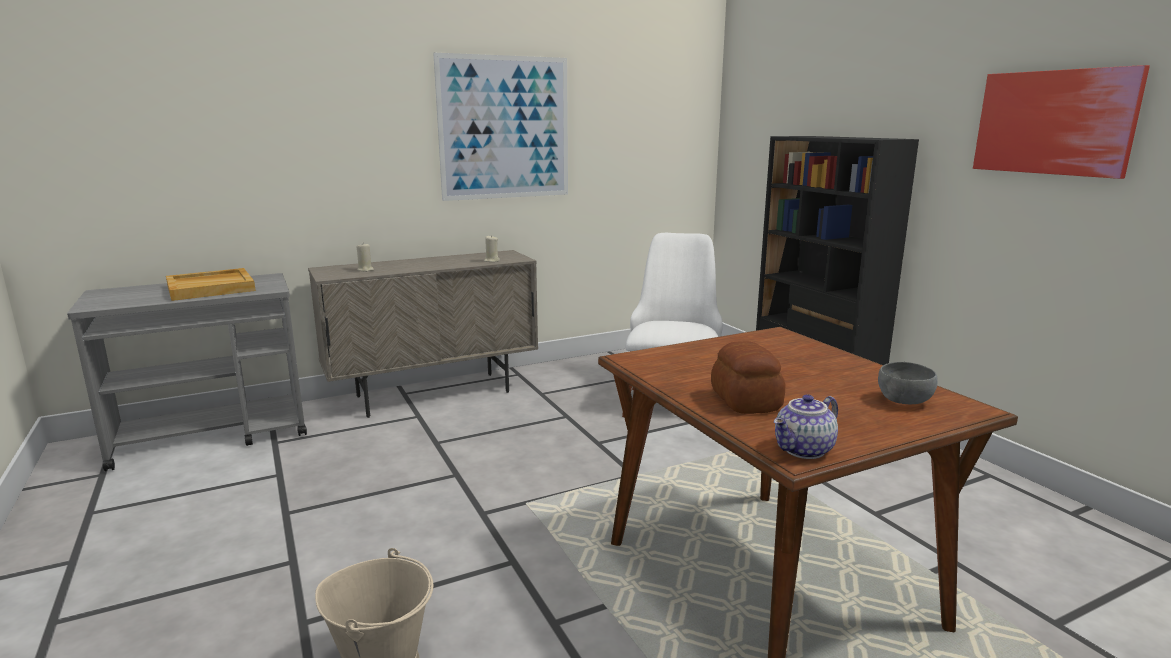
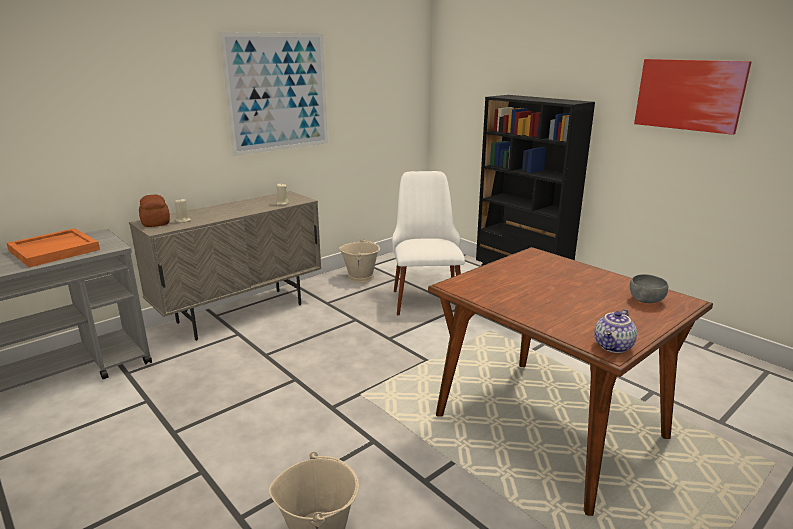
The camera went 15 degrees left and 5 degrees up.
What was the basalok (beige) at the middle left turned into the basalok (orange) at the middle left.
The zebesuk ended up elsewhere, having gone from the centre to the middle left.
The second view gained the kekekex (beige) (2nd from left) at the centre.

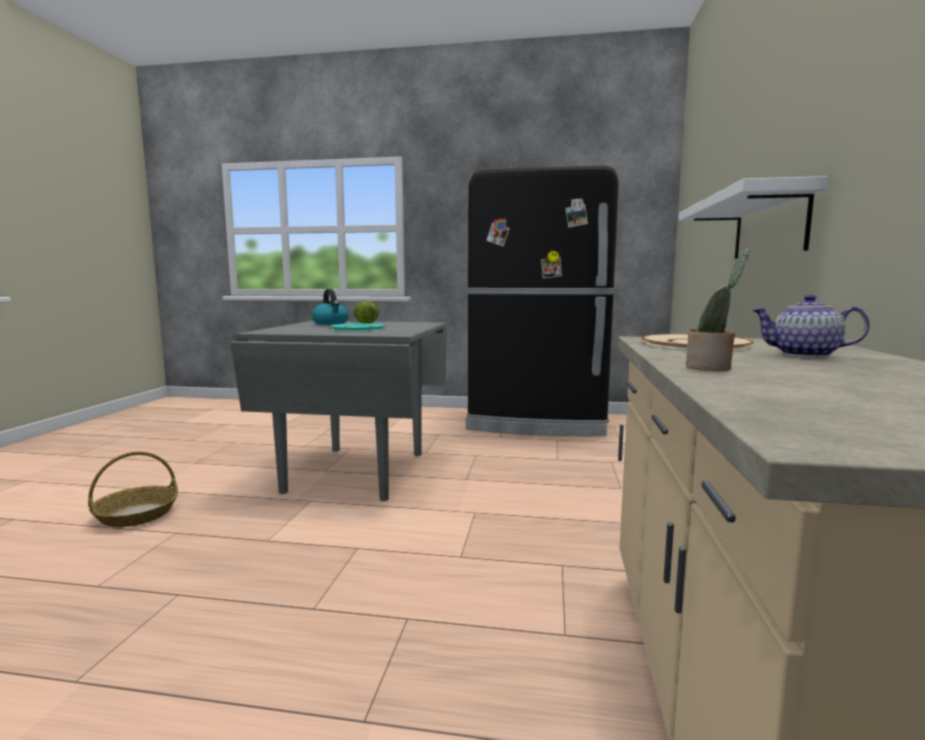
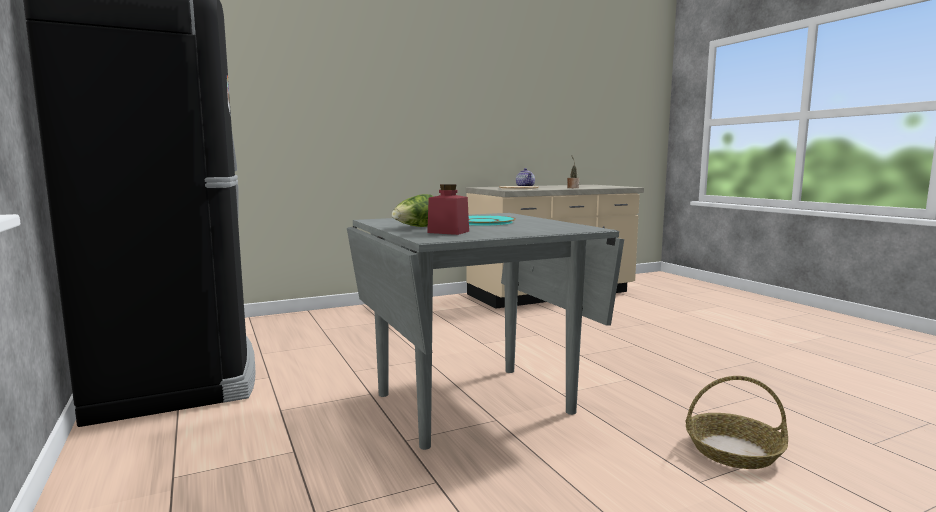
The camera went 125 degrees left and 0 degrees up.
Where the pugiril stood at the centre, the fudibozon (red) came to stand at the centre.
The second view lost the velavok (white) at the top right.

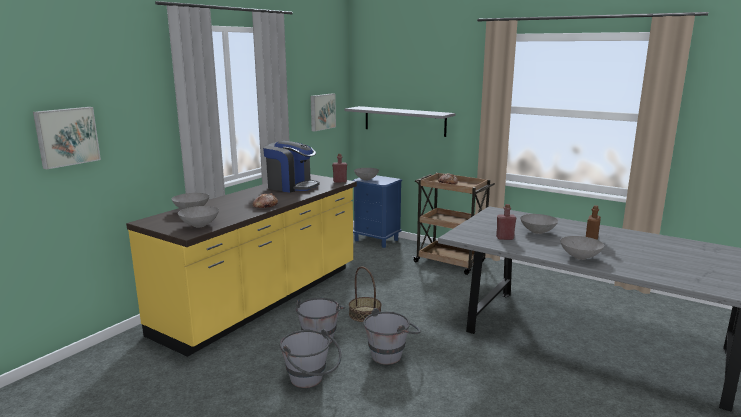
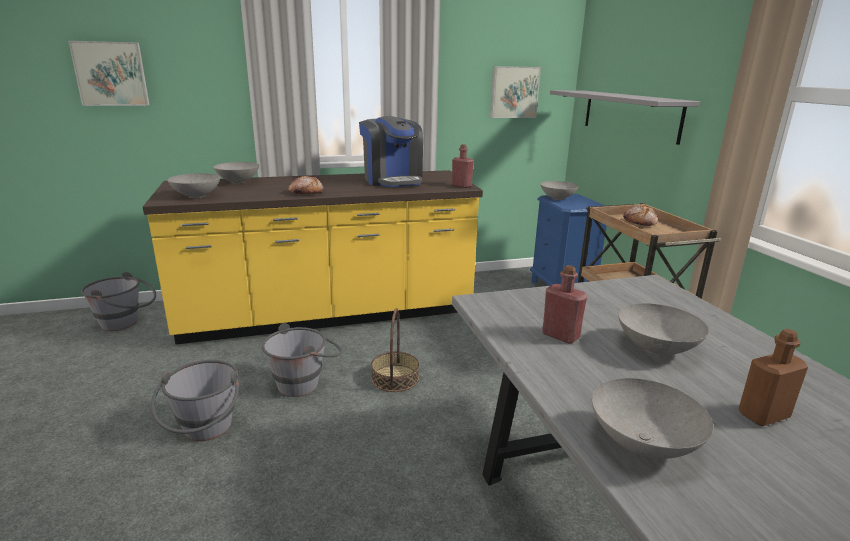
The camera went 40 degrees right and 5 degrees up.
The kekekex (grey) (3rd from left in the first image) ended up elsewhere, having gone from the bottom centre to the middle left.

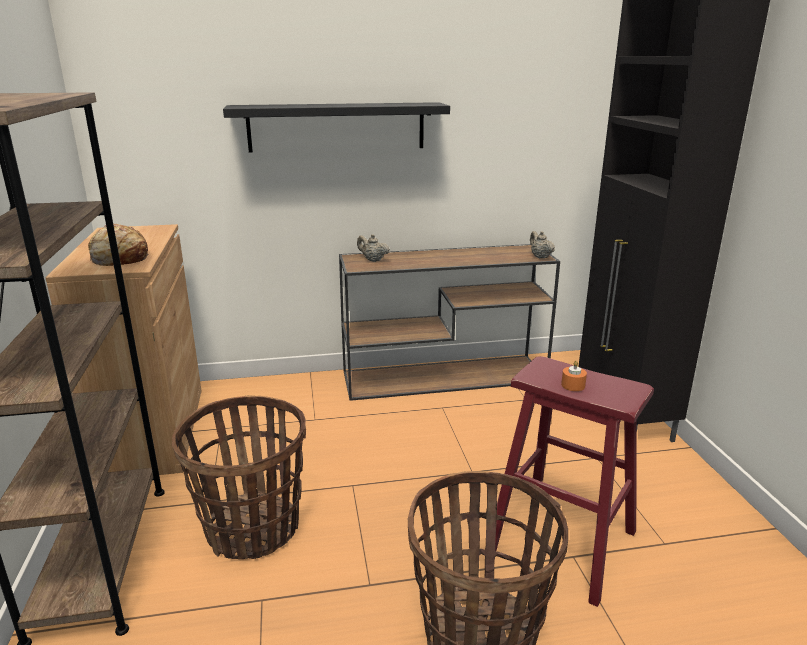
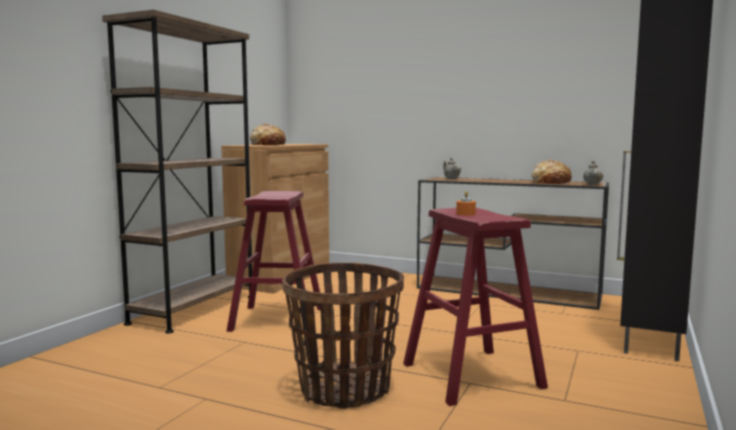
The camera went 35 degrees right and 15 degrees down.
Where the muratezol (1st from left) stood at the bottom left, the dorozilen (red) (1st from left) came to stand at the centre.
The second view lost the velavok (black) at the top centre.
The second view gained the zebesuk (2nd from left) at the middle right.

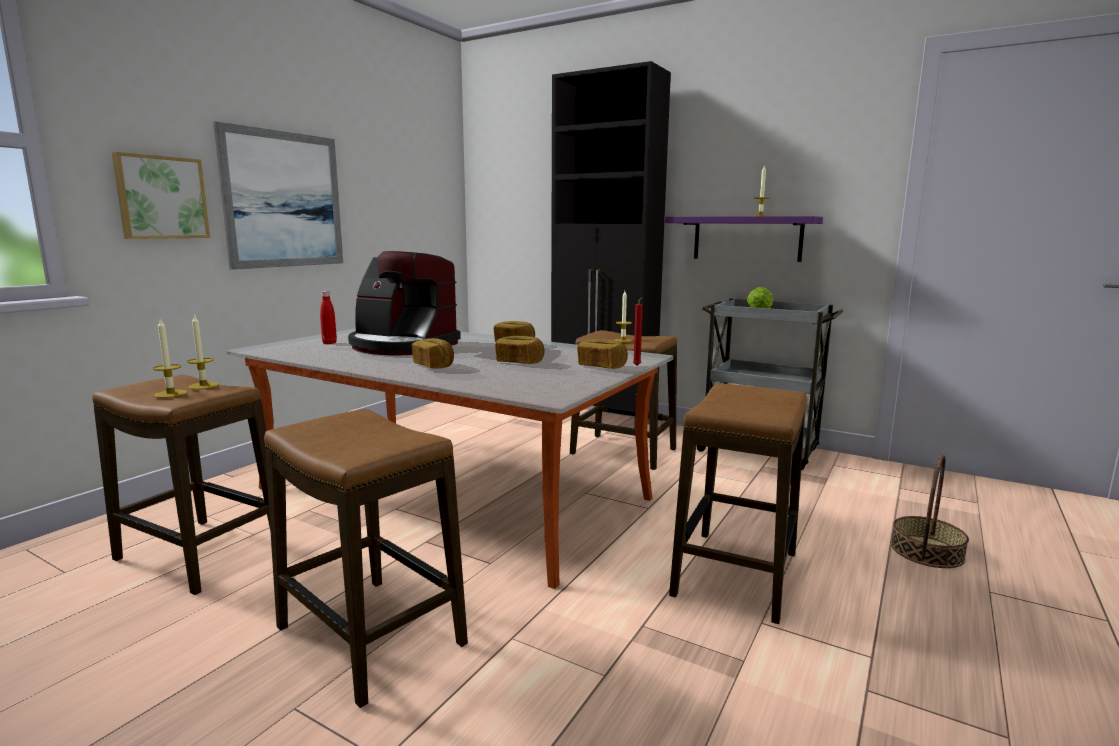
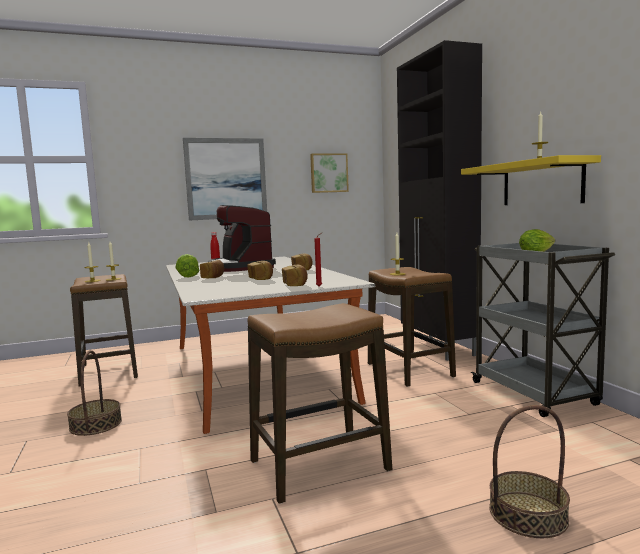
The camera went 40 degrees right and 5 degrees down.
The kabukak (1st from left in the first image) ended up elsewhere, having gone from the top left to the top centre.
Where the dorozilen (2nd from left) stood at the bottom left, the muratezol (1st from left) came to stand at the bottom left.
What was the velavok (purple) at the top centre turned into the velavok (yellow) at the top right.
The second view gained the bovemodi (1st from left) at the middle left.

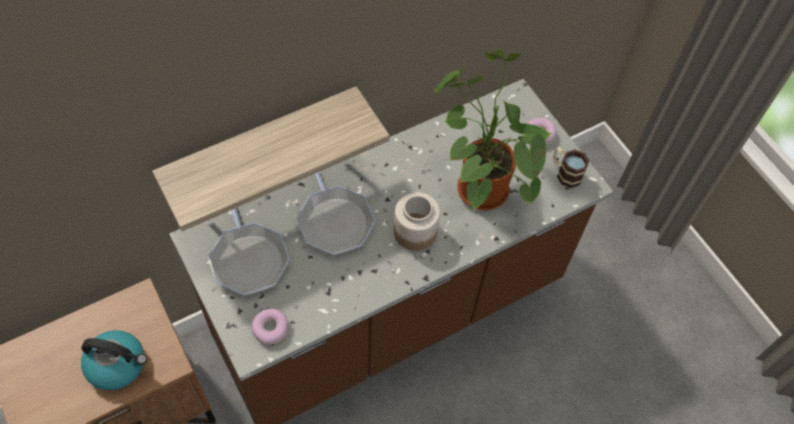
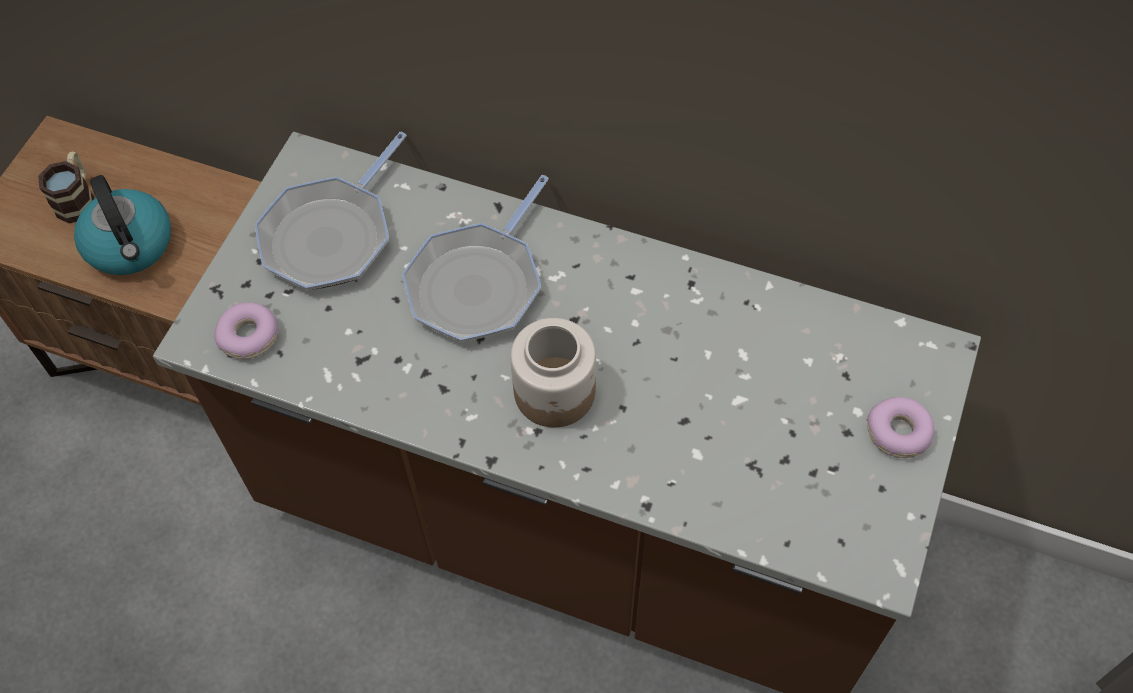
The camera went 55 degrees right and 0 degrees up.
The second view lost the velavok at the centre.
The second view lost the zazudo at the top centre.
The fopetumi ended up elsewhere, having gone from the middle right to the top left.

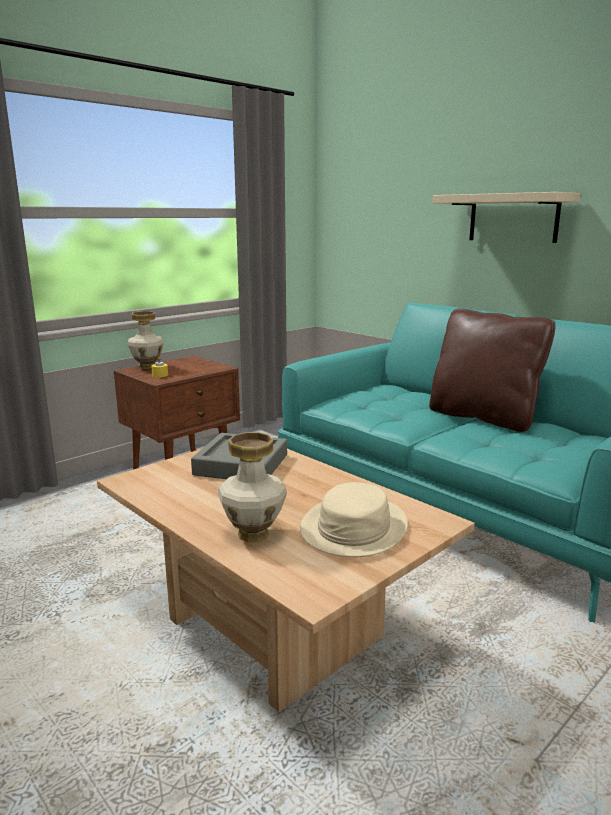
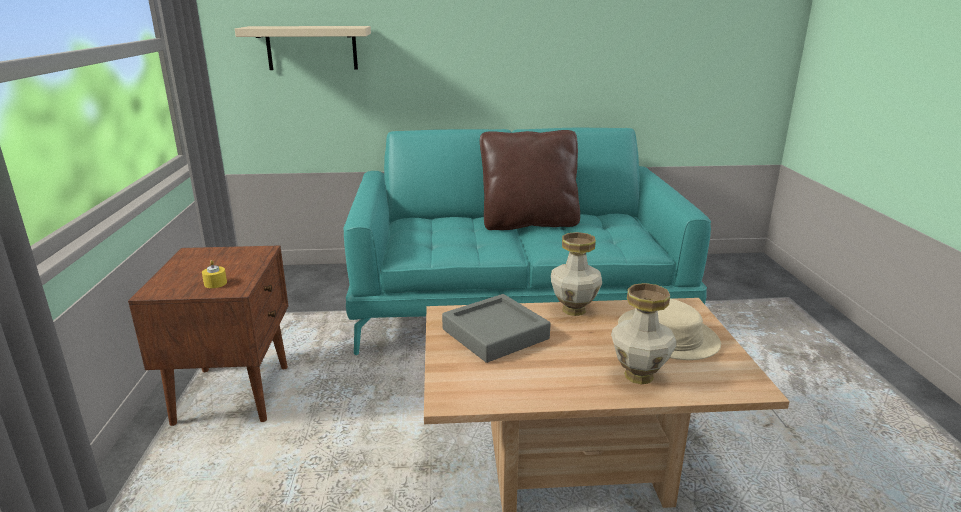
The camera went 50 degrees left and 5 degrees up.
The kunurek (1st from left) ended up elsewhere, having gone from the middle left to the centre.
The velavok (beige) ended up elsewhere, having gone from the top right to the top left.

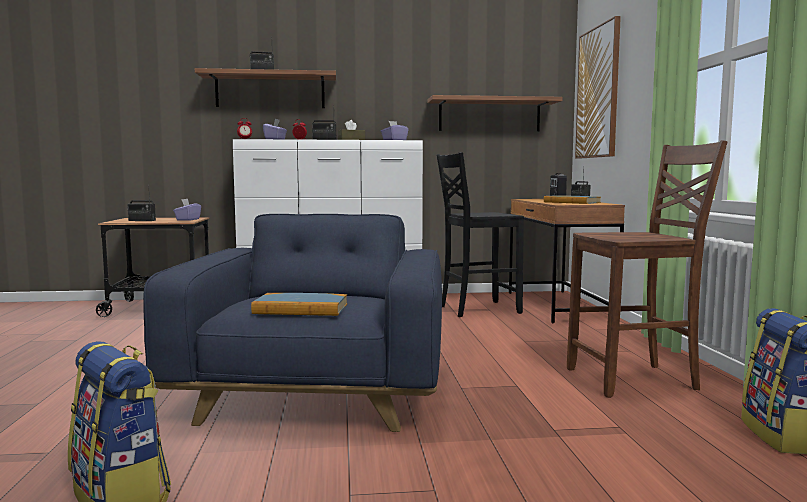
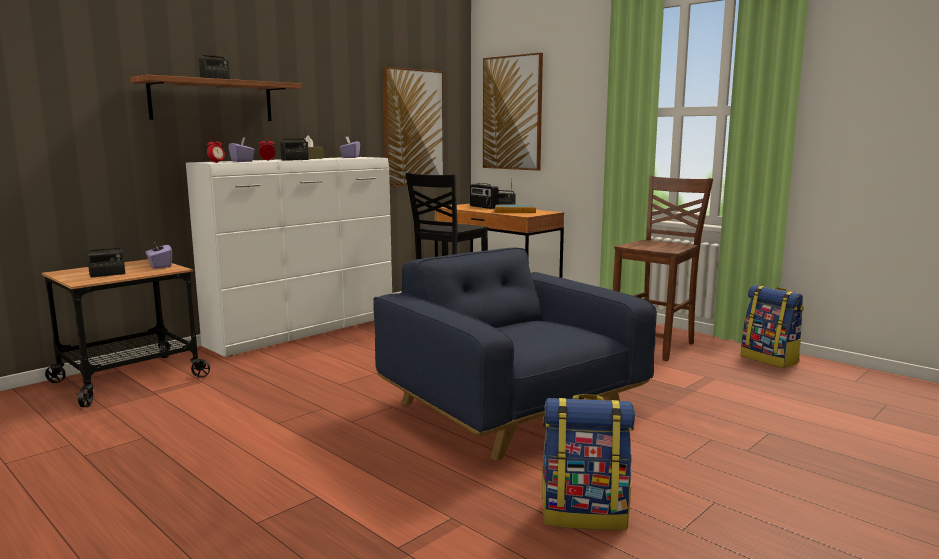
The camera went 40 degrees left and 5 degrees up.
The second view lost the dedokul (1st from left) at the centre.
Where the velavok (2nd from left) hung at the top centre, the kabukak (1st from left) came to hang at the top centre.

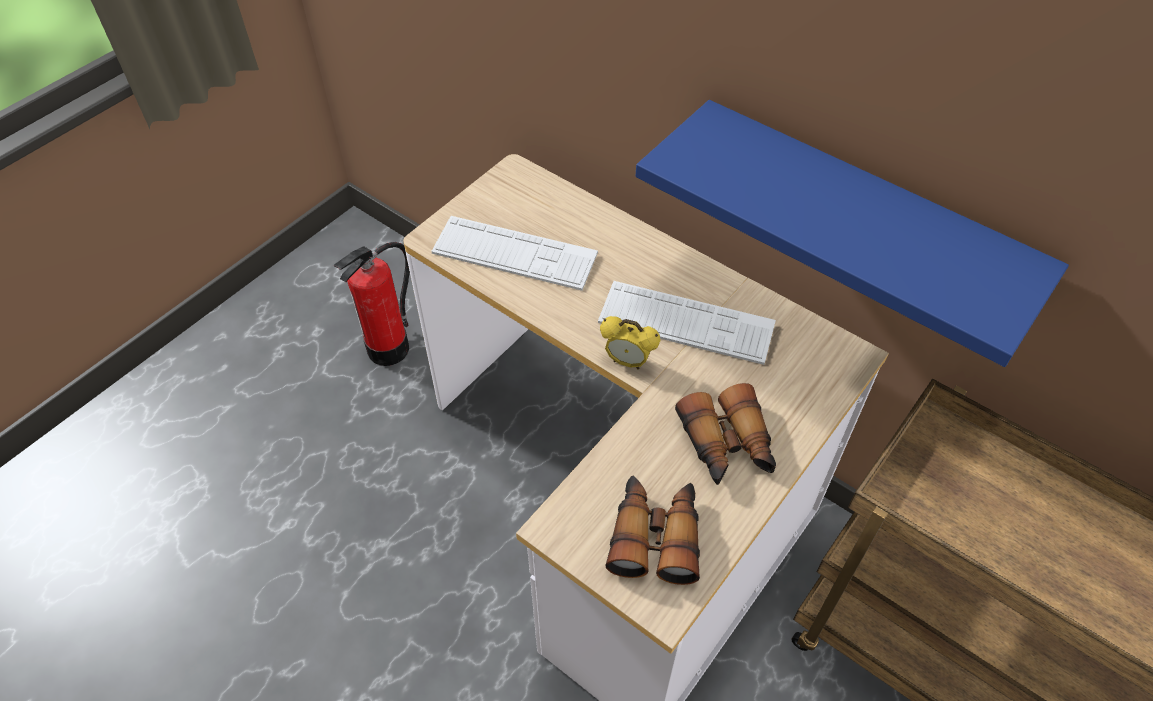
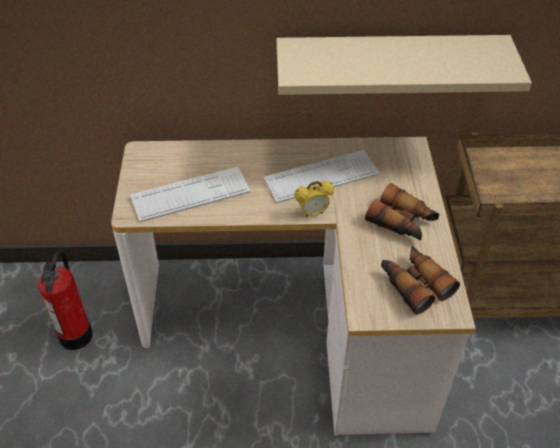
The camera went 40 degrees left and 5 degrees down.
What was the velavok (blue) at the top right turned into the velavok (beige) at the top right.

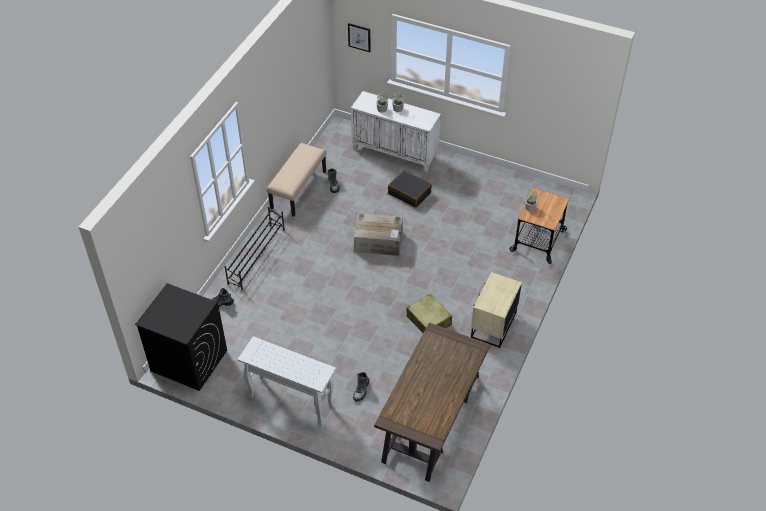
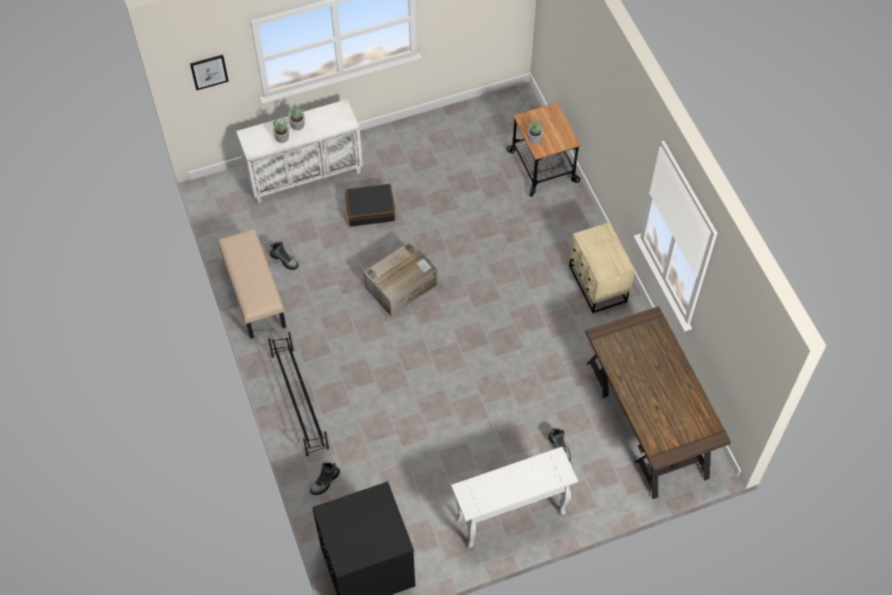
The camera went 45 degrees left and 10 degrees up.
The second view lost the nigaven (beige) at the centre.

